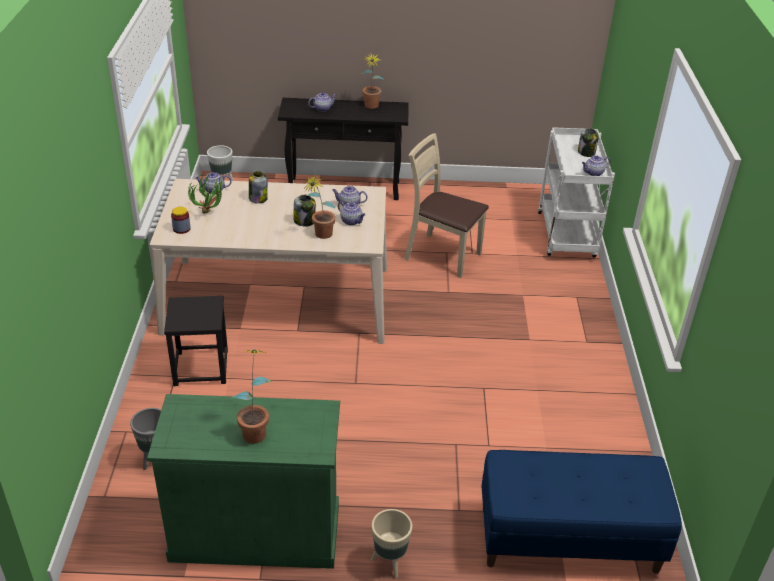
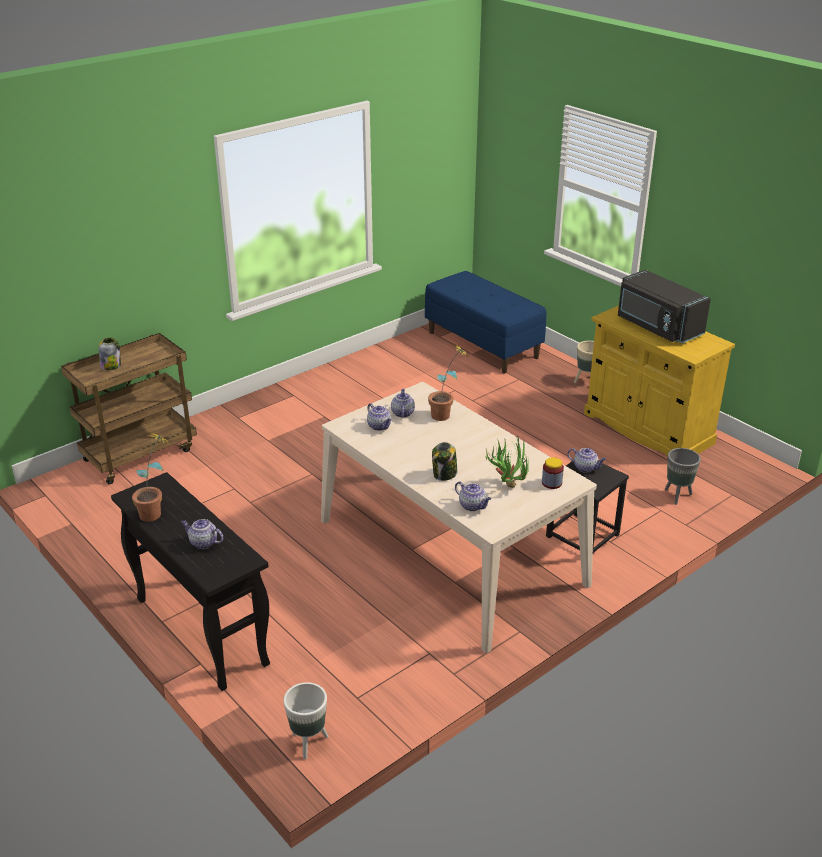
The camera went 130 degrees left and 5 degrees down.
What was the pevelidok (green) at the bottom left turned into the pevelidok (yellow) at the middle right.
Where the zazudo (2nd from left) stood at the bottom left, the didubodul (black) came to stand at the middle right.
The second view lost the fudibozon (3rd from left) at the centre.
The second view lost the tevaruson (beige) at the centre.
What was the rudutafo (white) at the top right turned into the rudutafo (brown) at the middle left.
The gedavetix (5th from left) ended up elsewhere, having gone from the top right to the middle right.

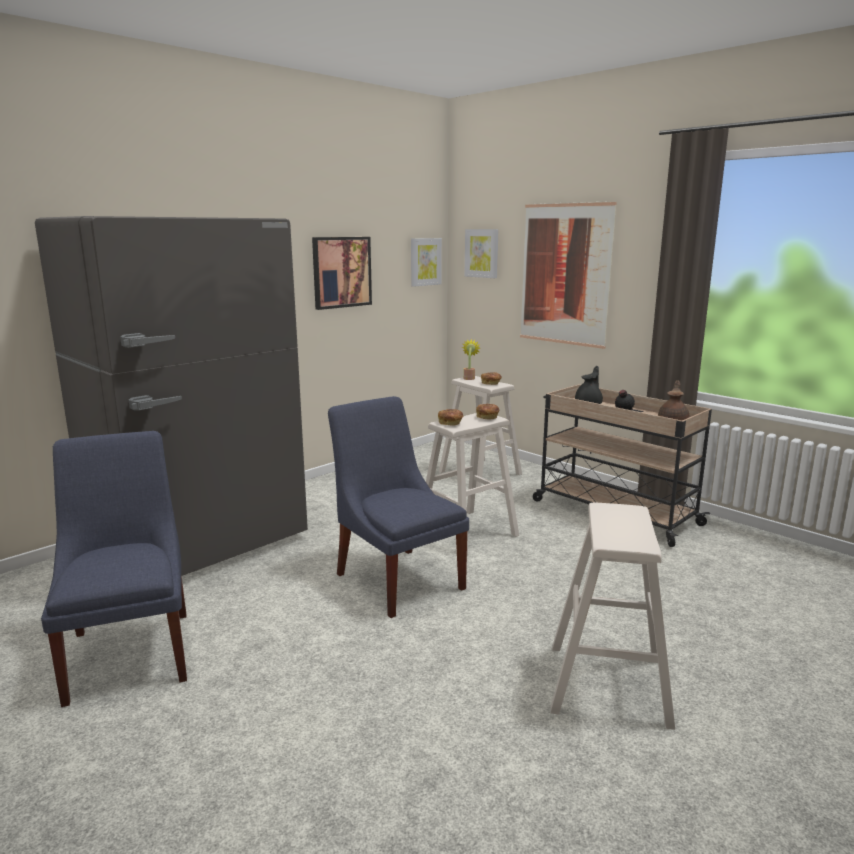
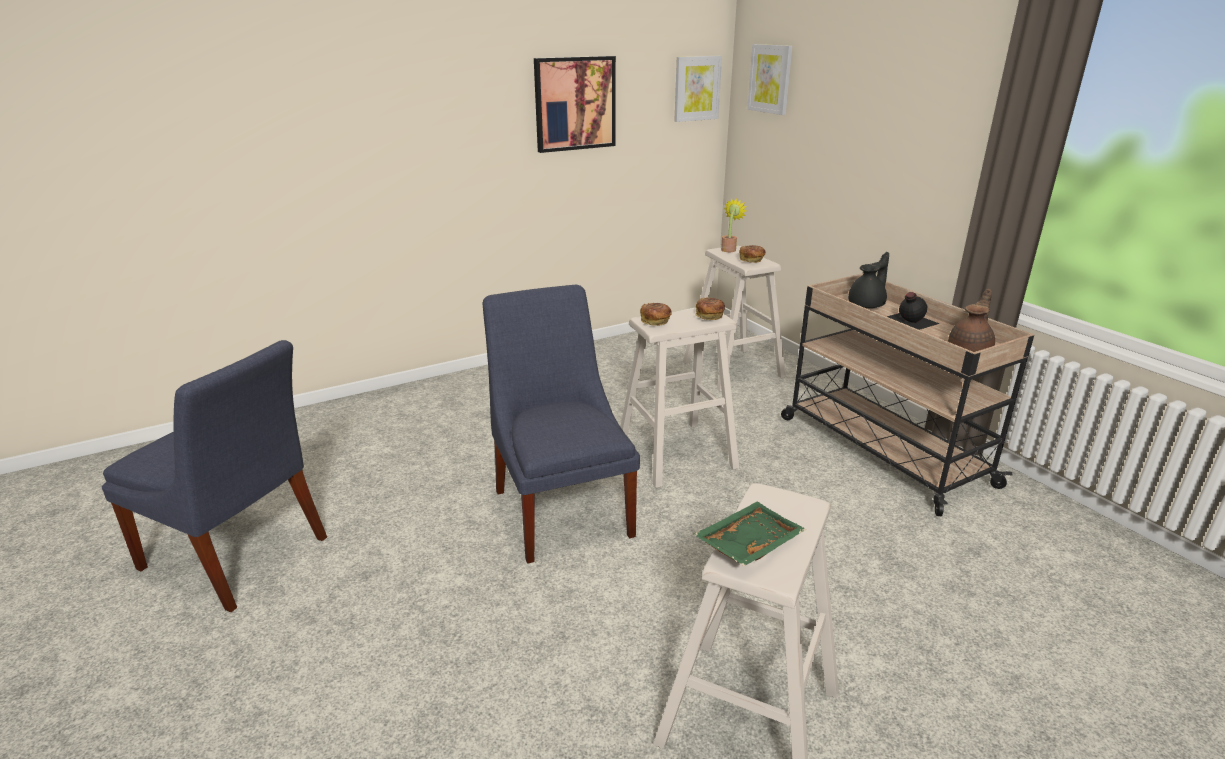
The camera went 15 degrees right and 10 degrees up.
The second view lost the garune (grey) at the middle left.
The tevaruson (blue) (1st from left) at the middle left ended up facing another way, 120 degrees clockwise from before.
The second view lost the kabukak (4th from left) at the top centre.
The second view gained the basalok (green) at the bottom centre.

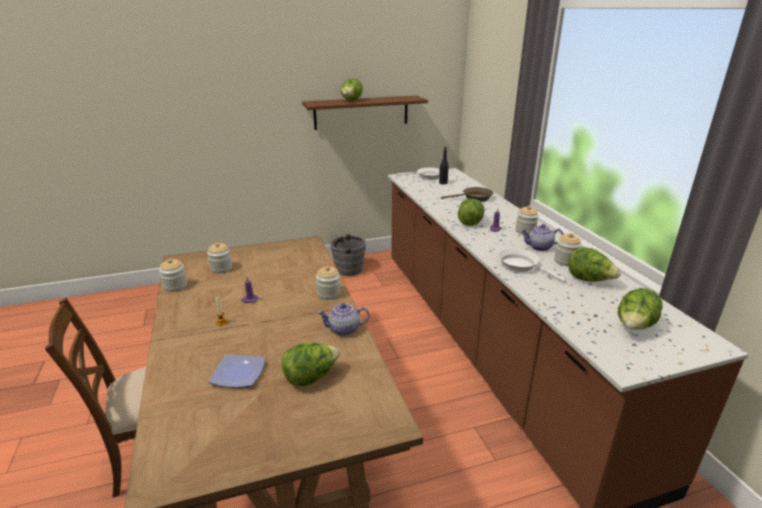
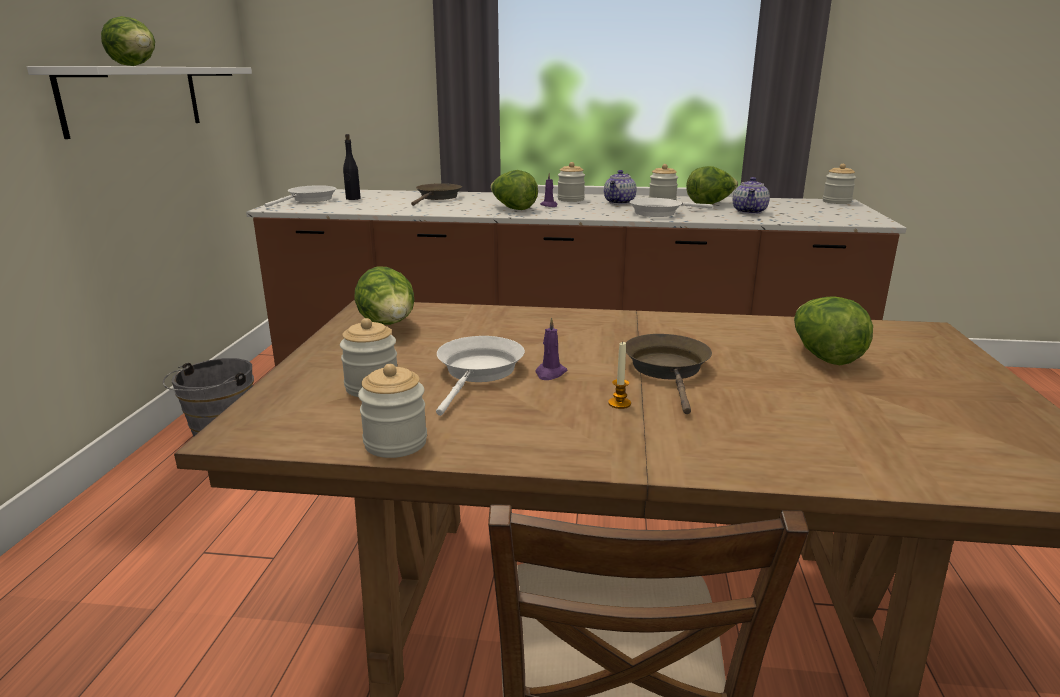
The camera went 65 degrees left and 5 degrees down.
The second view lost the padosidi at the bottom left.
What was the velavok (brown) at the top centre turned into the velavok (white) at the top left.
The fudibozon (3rd from left in the first image) ended up elsewhere, having gone from the centre to the top right.
The gedavetix (1st from left in the first image) ended up elsewhere, having gone from the centre to the top right.
The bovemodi (5th from left in the first image) ended up elsewhere, having gone from the middle right to the centre.
The second view gained the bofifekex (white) (2nd from left) at the centre.
The second view gained the bofifekex (brown) (2nd from left) at the centre.

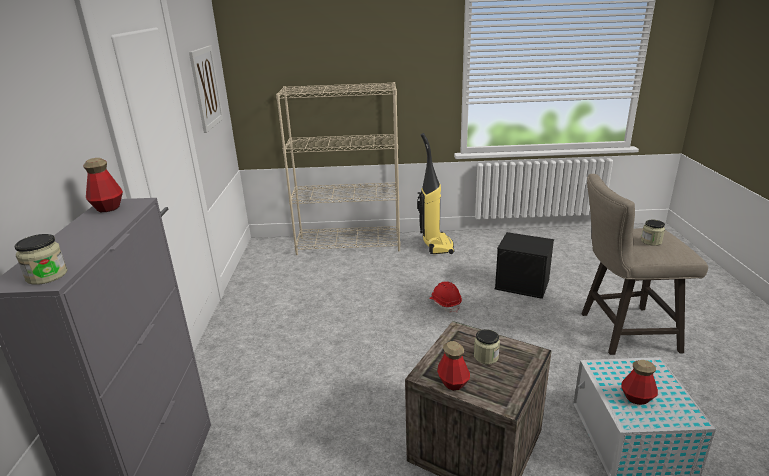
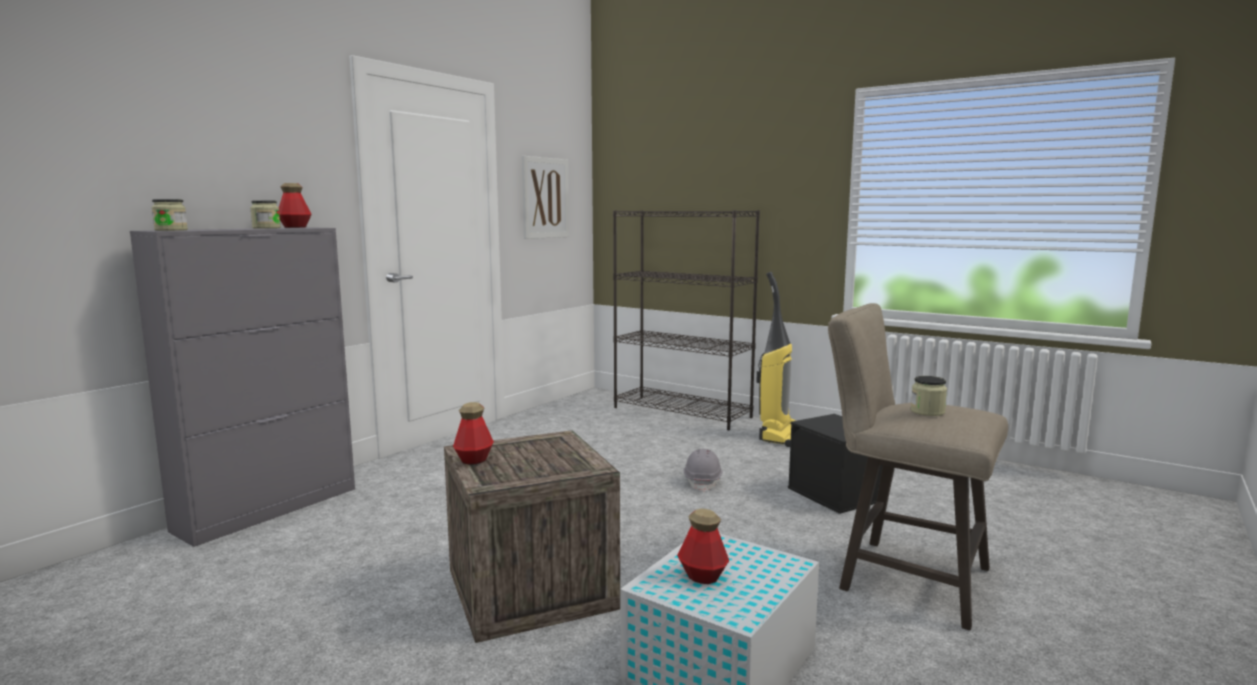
The camera went 35 degrees right and 15 degrees down.
What was the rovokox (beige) at the centre turned into the rovokox (black) at the centre.
What was the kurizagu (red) at the centre turned into the kurizagu (grey) at the bottom centre.
The fudibozon (2nd from left) ended up elsewhere, having gone from the bottom centre to the top left.

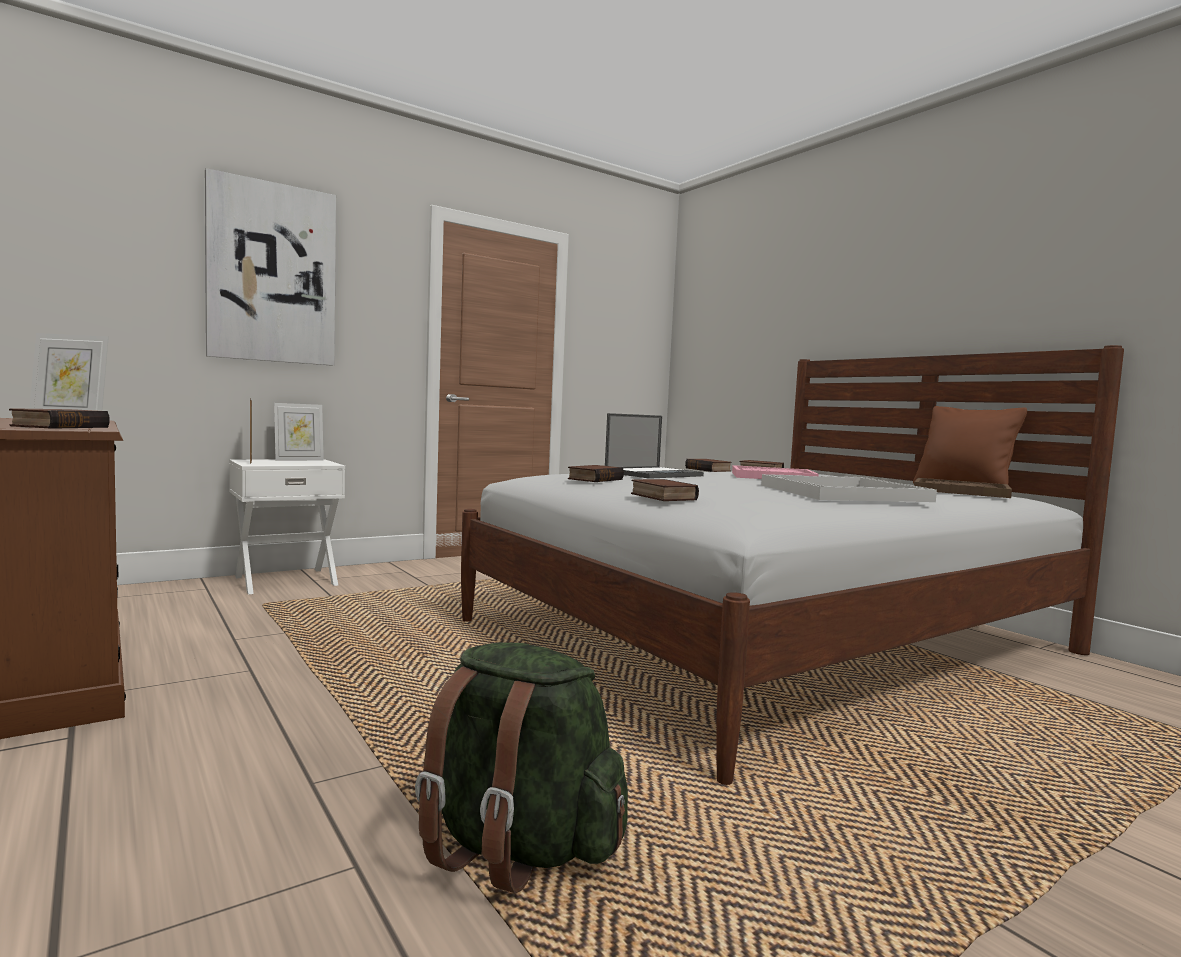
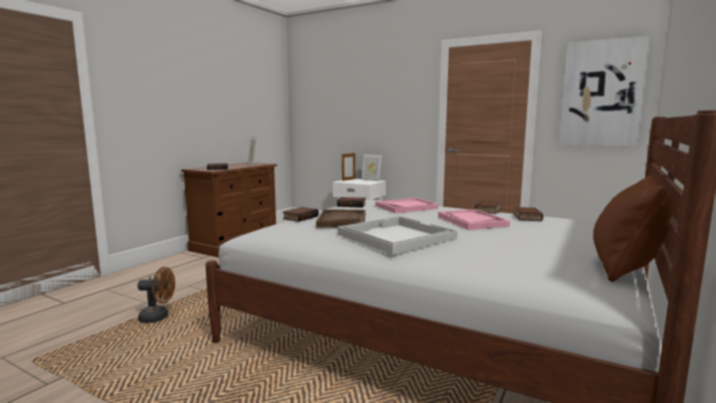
The camera went 65 degrees right and 5 degrees up.
The kabukak ended up elsewhere, having gone from the top left to the top right.
Where the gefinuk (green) stood at the bottom centre, the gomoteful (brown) came to stand at the bottom left.
Where the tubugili stood at the centre, the basalok (pink) (1st from left) came to stand at the centre.
The basalok (brown) ended up elsewhere, having gone from the middle right to the centre.

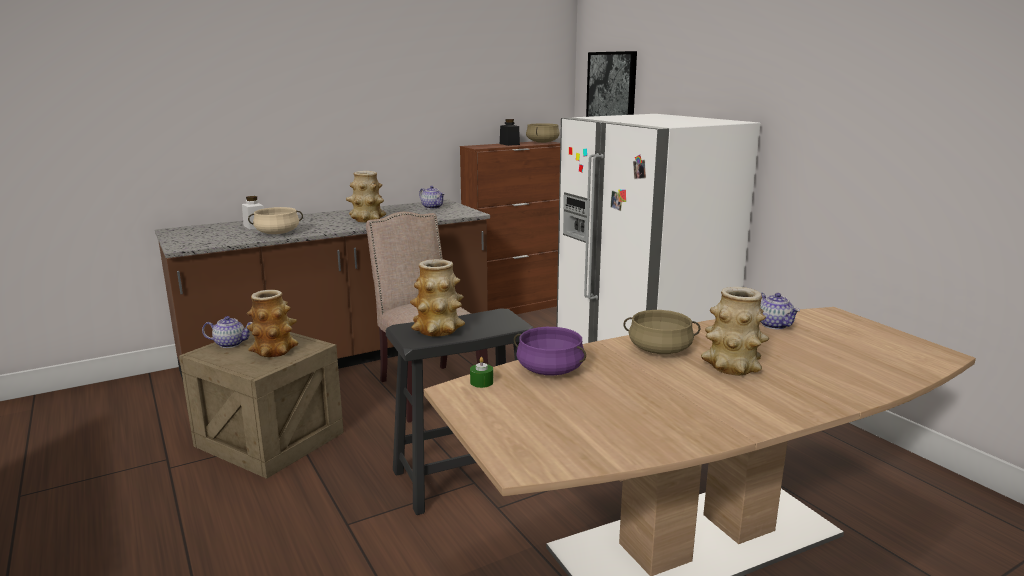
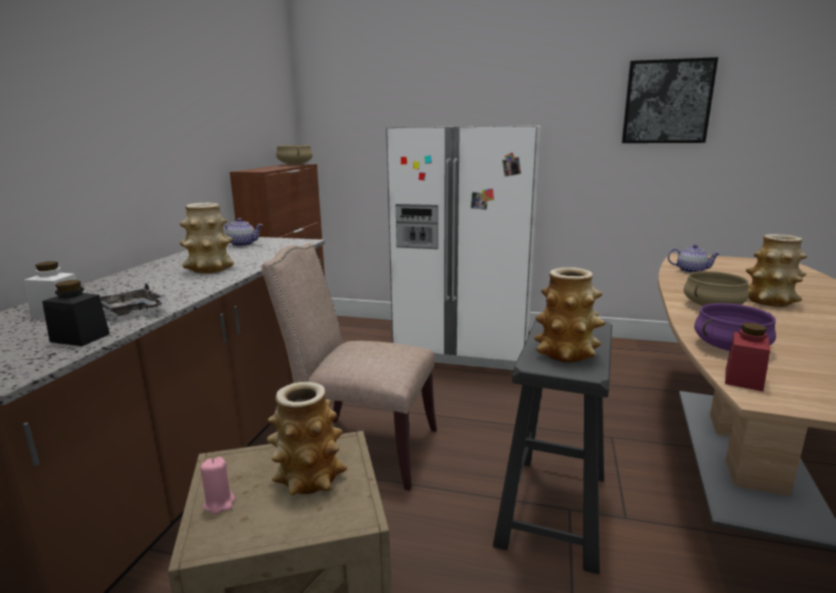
The camera went 45 degrees left and 0 degrees up.
Where the gedavetix (1st from left) stood at the middle left, the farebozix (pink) came to stand at the bottom left.
Where the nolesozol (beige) (1st from left) stood at the middle left, the basalok (grey) came to stand at the middle left.
Where the farebozix (green) stood at the centre, the fudibozon (red) came to stand at the middle right.
The fudibozon (black) ended up elsewhere, having gone from the top centre to the middle left.
The kabukak ended up elsewhere, having gone from the top centre to the top right.

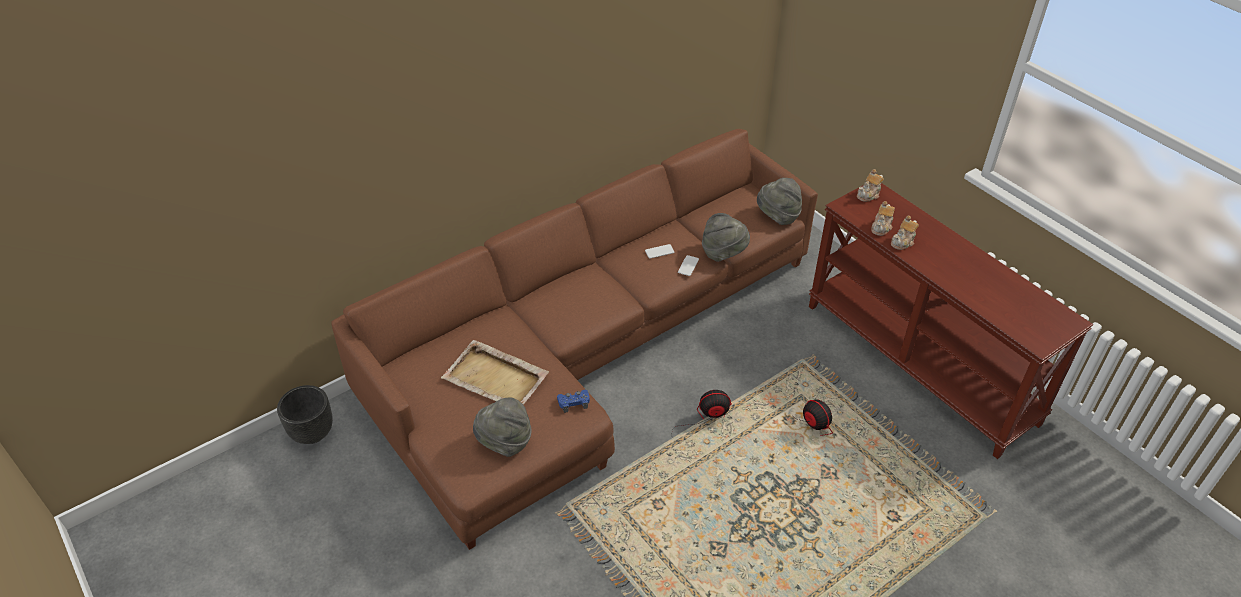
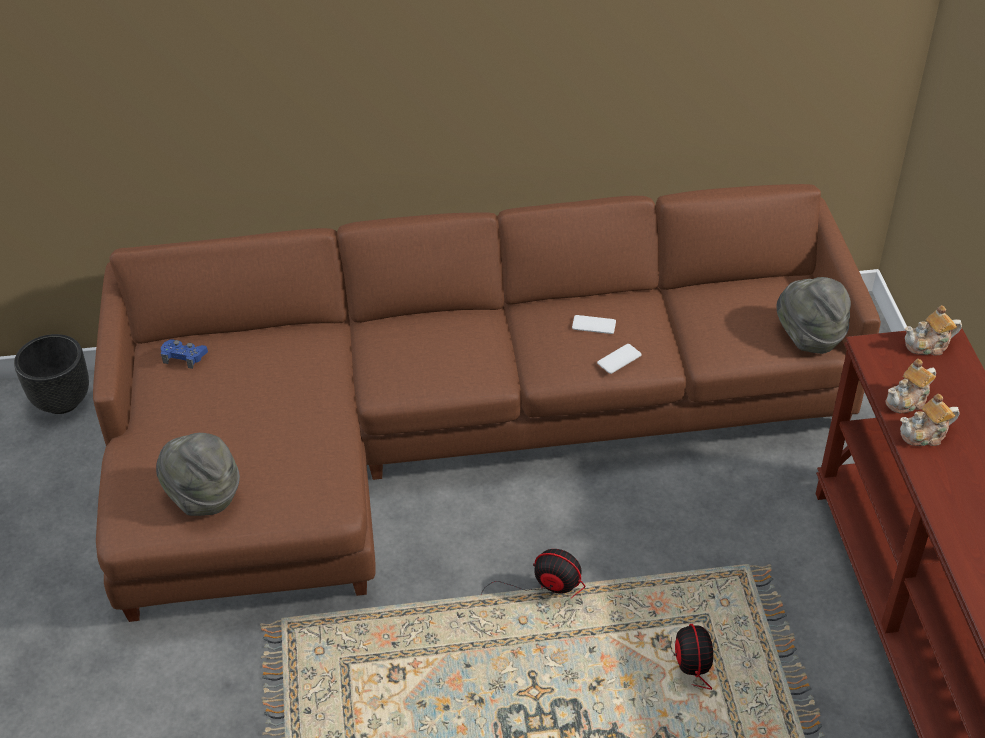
The camera went 30 degrees right and 0 degrees up.
The second view lost the basalok (beige) at the centre.
The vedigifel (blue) ended up elsewhere, having gone from the bottom centre to the middle left.
The second view lost the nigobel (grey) (2nd from left) at the centre.

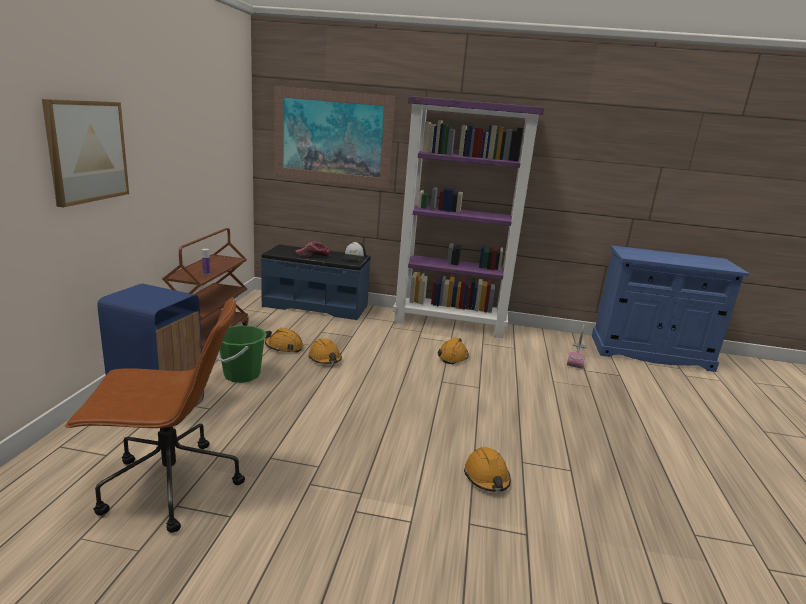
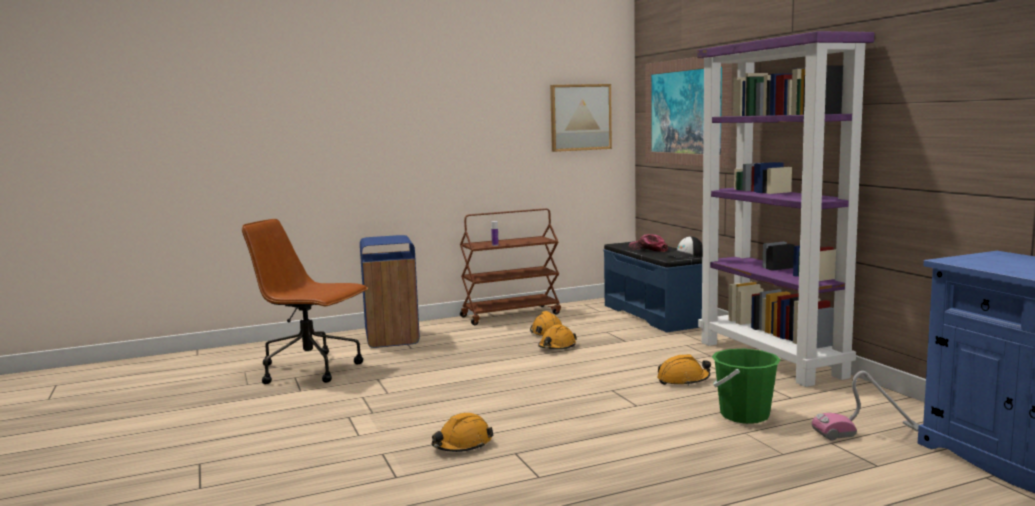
The camera went 60 degrees right and 10 degrees down.
The kabukak (1st from left) ended up elsewhere, having gone from the top left to the top centre.
The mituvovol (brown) at the bottom left ended up facing another way, 150 degrees clockwise from before.
The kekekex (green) ended up elsewhere, having gone from the middle left to the bottom right.

